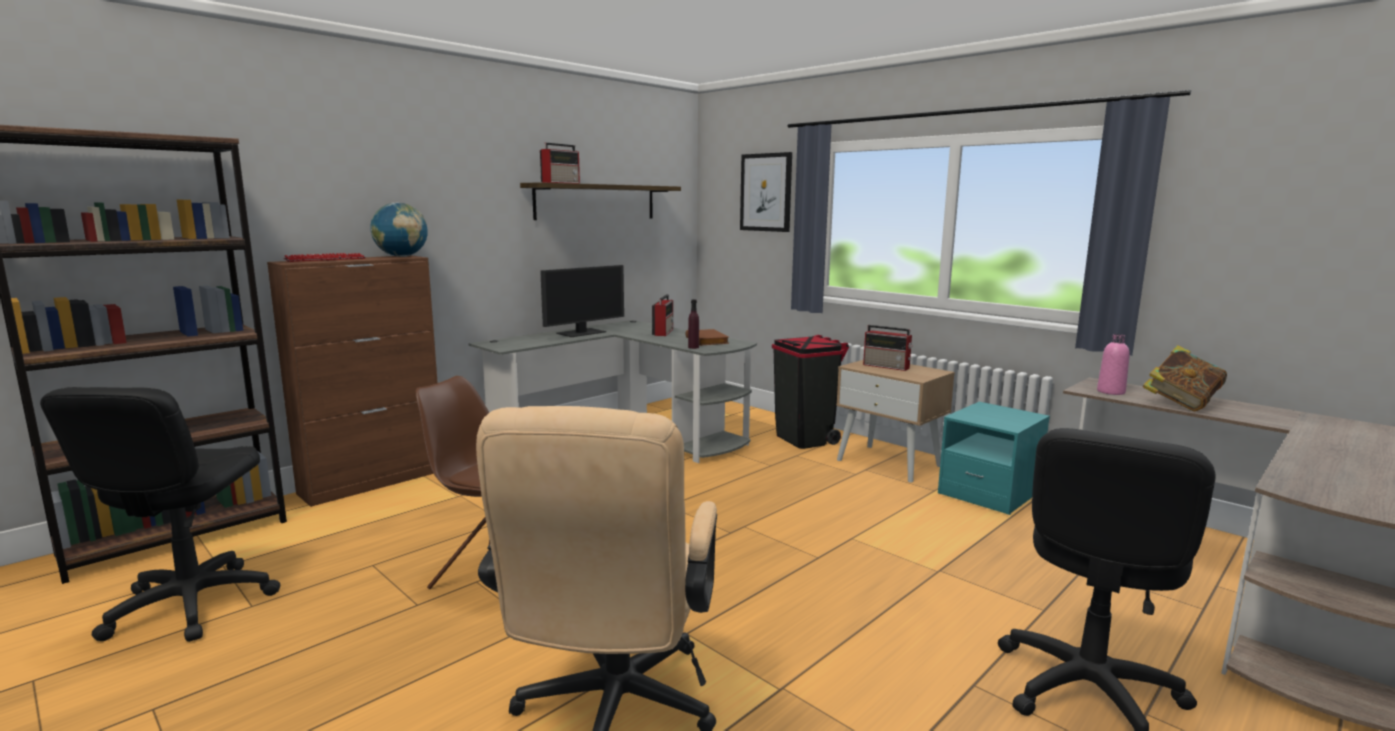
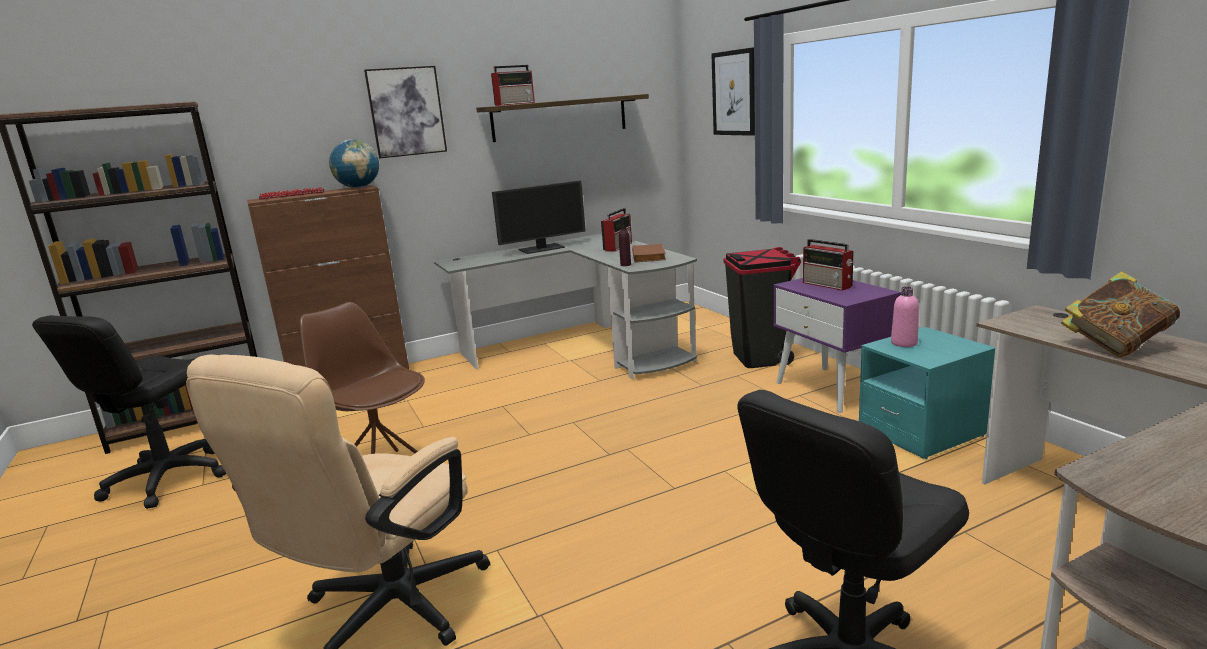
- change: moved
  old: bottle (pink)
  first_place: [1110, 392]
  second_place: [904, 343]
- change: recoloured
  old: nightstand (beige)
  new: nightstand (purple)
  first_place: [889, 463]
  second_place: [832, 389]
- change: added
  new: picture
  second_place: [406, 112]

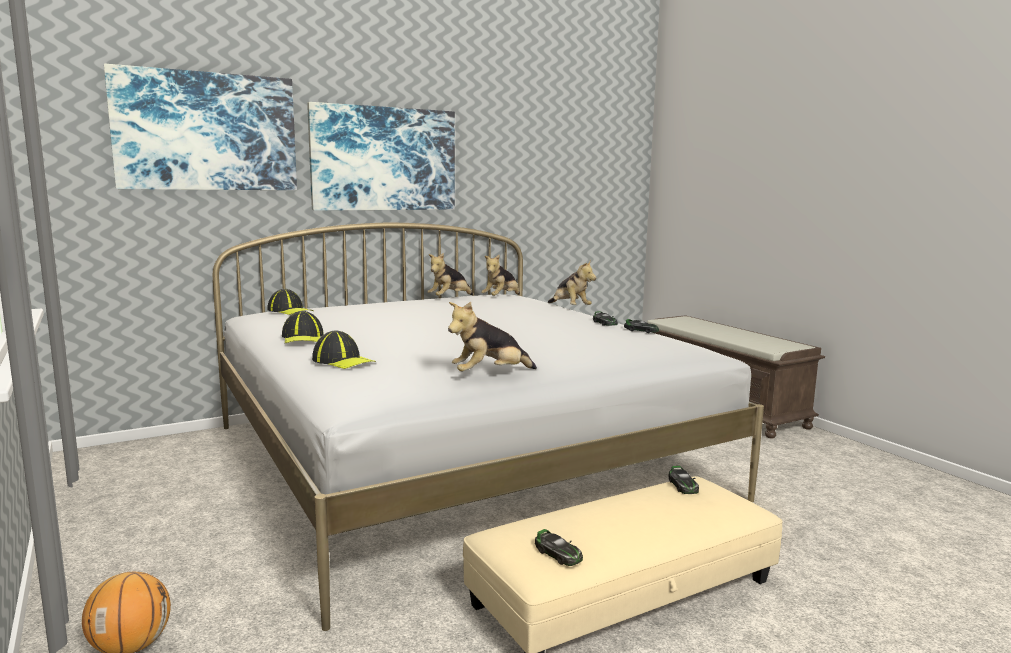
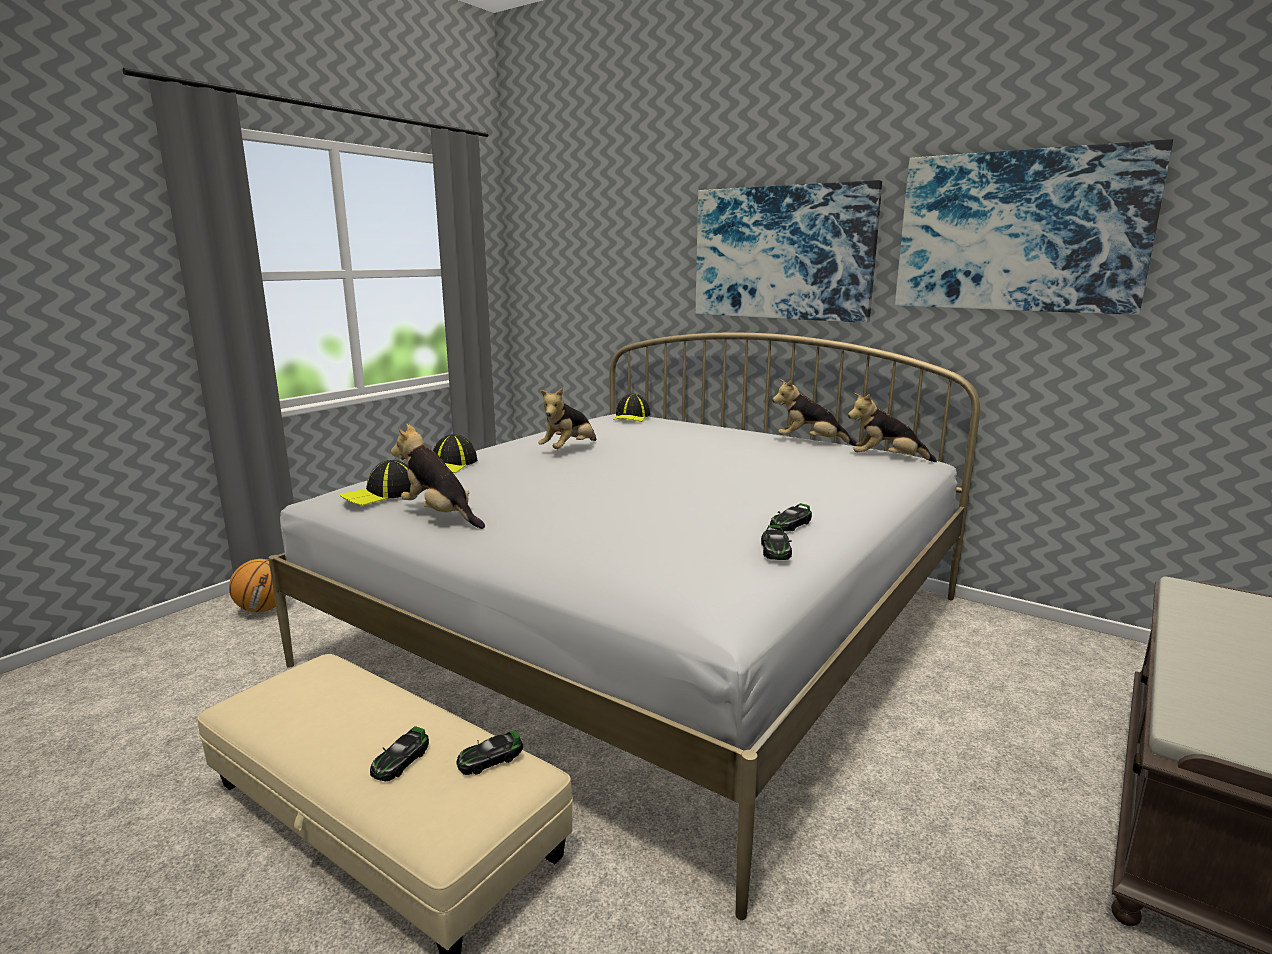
- change: moved
  old: picture
  first_place: [206, 132]
  second_place: [1019, 232]
- change: moved
  old: plush toy
  first_place: [569, 308]
  second_place: [569, 450]
- change: moved
  old: cap
  first_place: [303, 338]
  second_place: [382, 494]
- change: moved
  old: toy car
  first_place: [557, 554]
  second_place: [401, 760]

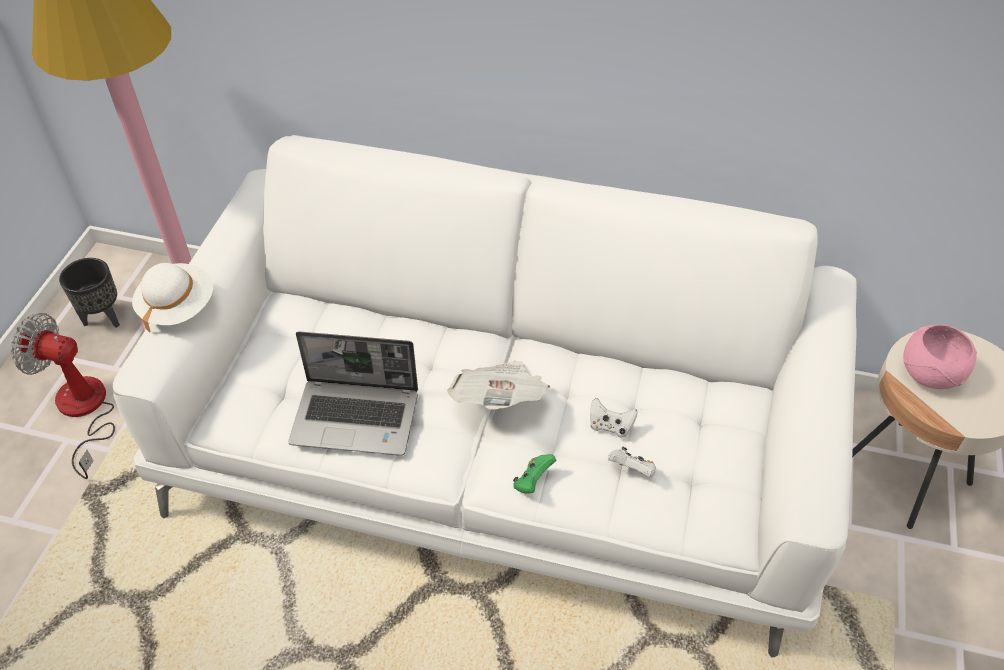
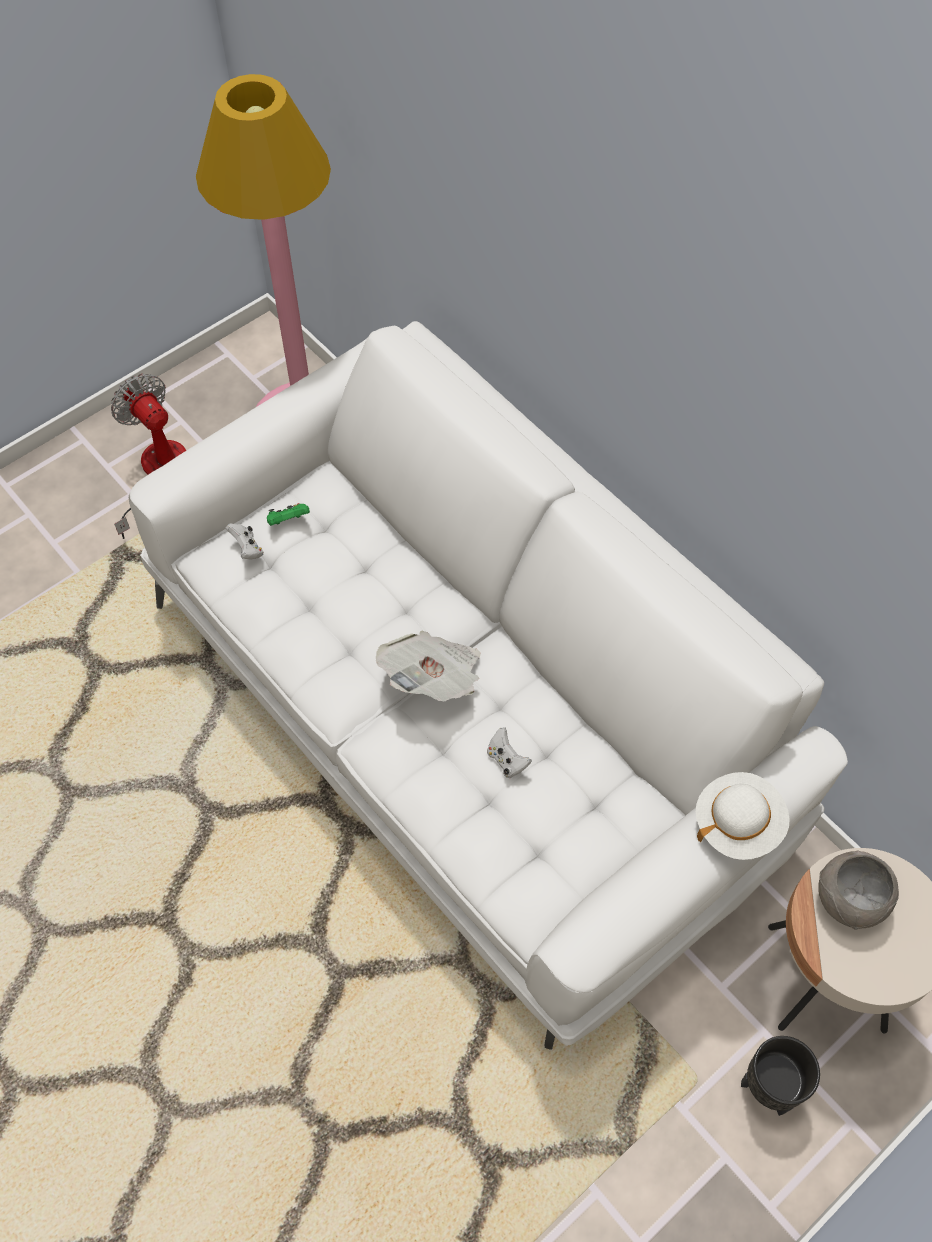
- change: moved
  old: planter (black)
  first_place: [104, 317]
  second_place: [769, 1087]
- change: moved
  old: hat (white)
  first_place: [177, 307]
  second_place: [737, 823]
- change: recoloured
  old: bowl (pink)
  new: bowl (grey)
  first_place: [929, 374]
  second_place: [848, 900]
- change: removed
  old: laptop
  first_place: [357, 417]
- change: moved
  old: game controller (white)
  first_place: [632, 470]
  second_place: [247, 549]
- change: moved
  old: game controller (green)
  first_place: [532, 481]
  second_place: [288, 521]

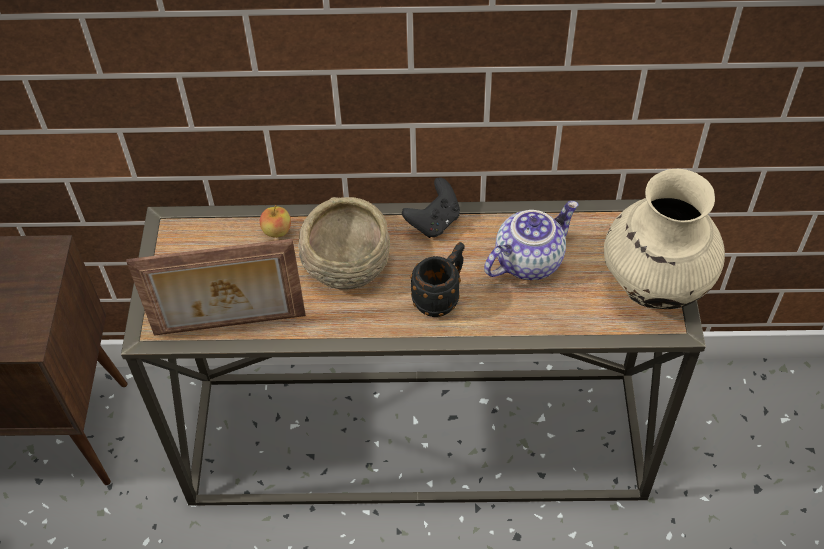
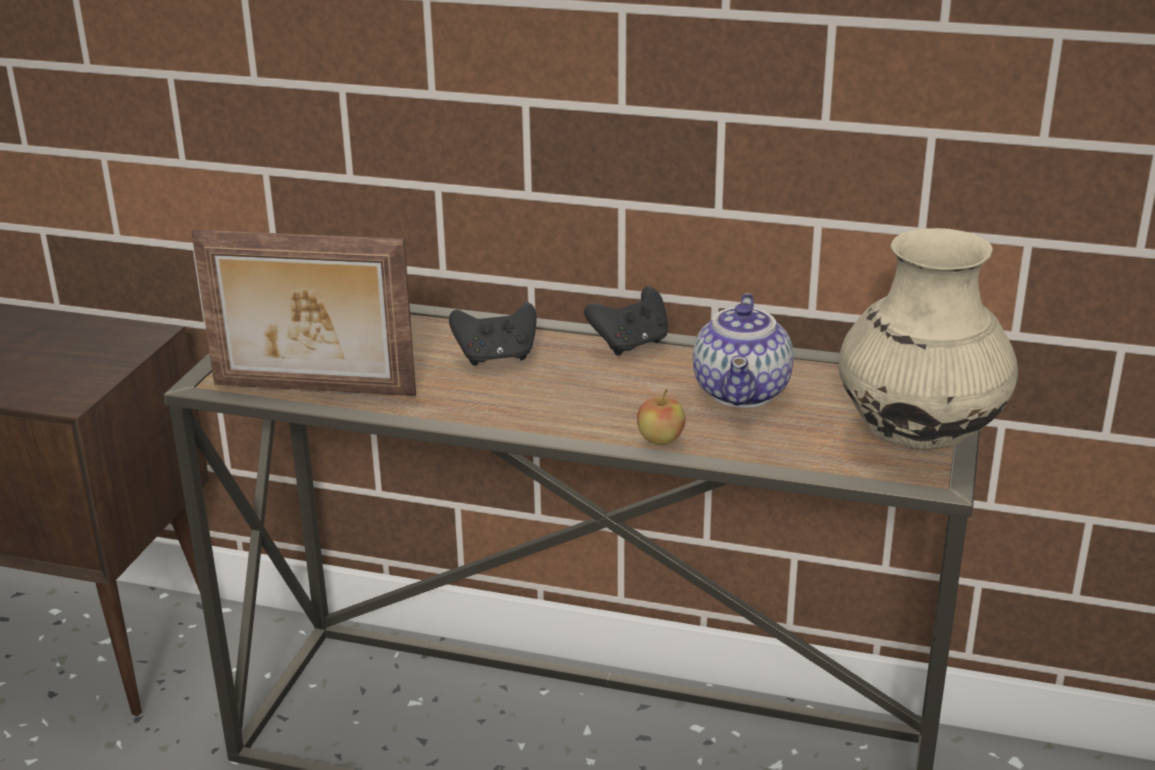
- change: replaced
  old: bowl (beige)
  new: game controller (black)
  first_place: [345, 258]
  second_place: [496, 357]
- change: turned
  old: teapot
  first_place: [528, 260]
  second_place: [743, 393]
  degrees: 120
- change: moved
  old: apple
  first_place: [277, 231]
  second_place: [660, 440]
- change: removed
  old: mug (black)
  first_place: [441, 297]

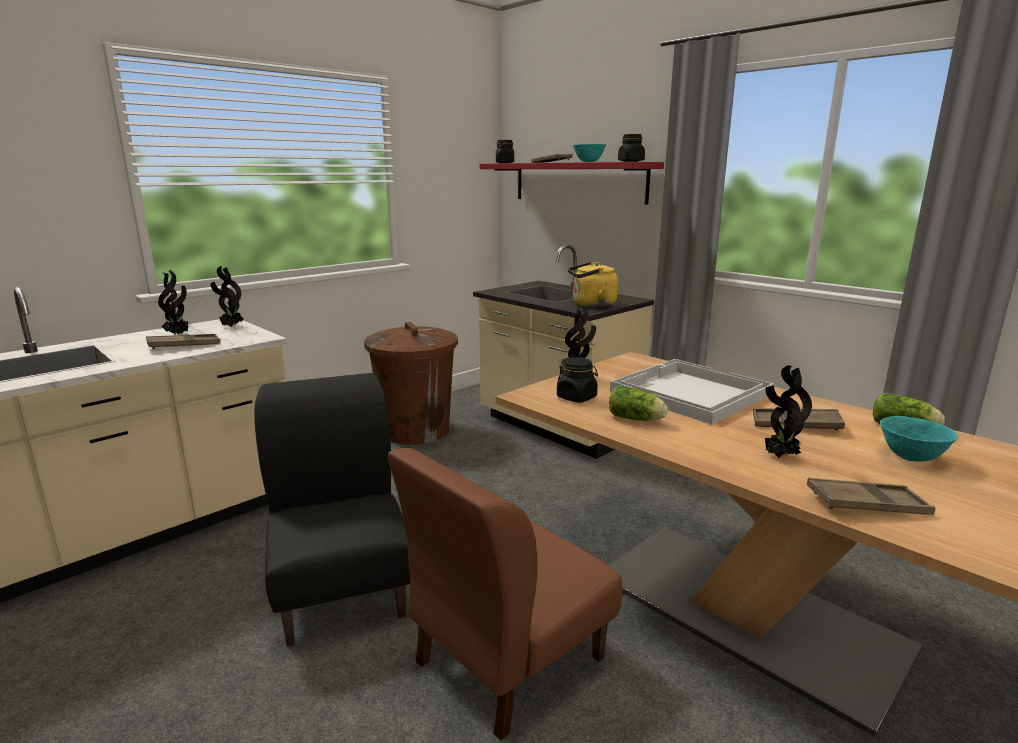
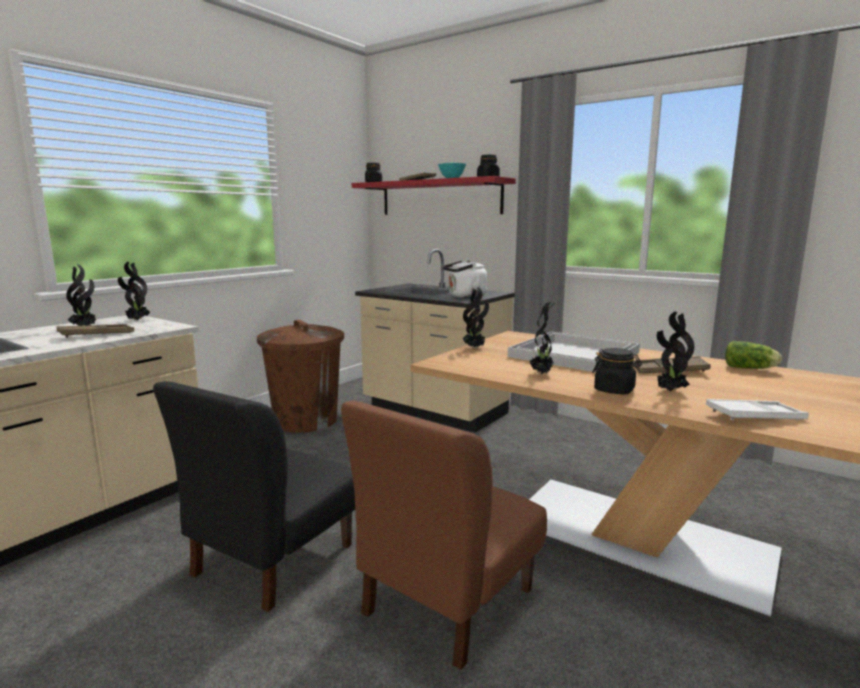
- change: recoloured
  old: kettle (yellow)
  new: kettle (white)
  first_place: [591, 305]
  second_place: [465, 297]
- change: moved
  old: jar (black)
  first_place: [577, 397]
  second_place: [614, 390]
- change: turned
  old: chair (black)
  first_place: [343, 589]
  second_place: [272, 559]
  degrees: -120
- change: replaced
  old: lettuce
  new: potted plant
  first_place: [637, 419]
  second_place: [542, 373]
- change: removed
  old: bowl (turquoise)
  first_place: [911, 457]
- change: recoloured
  old: tray (brown)
  new: tray (white)
  first_place: [867, 504]
  second_place: [755, 416]

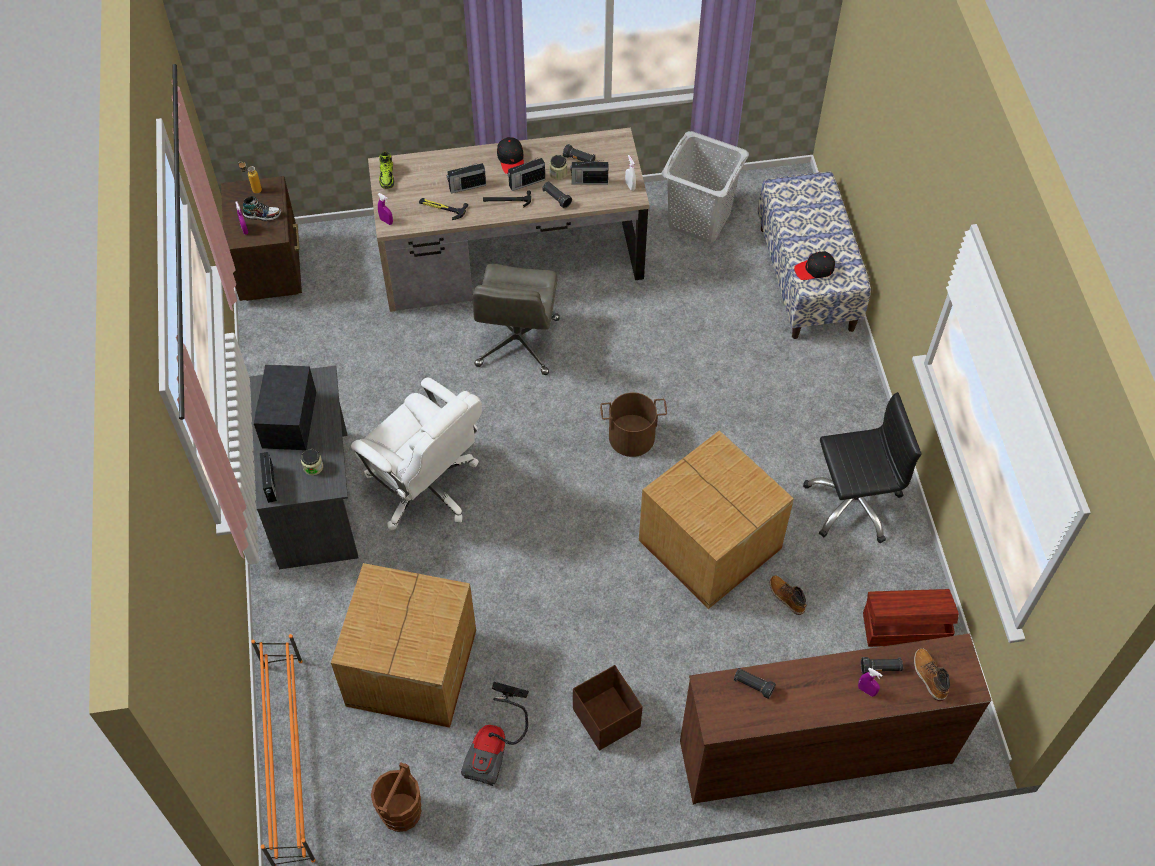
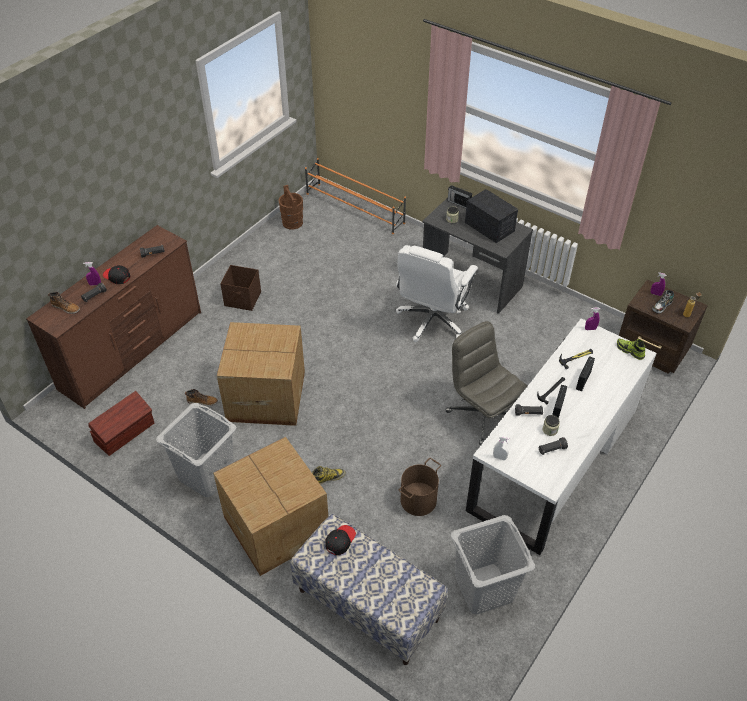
- change: recoloured
  old: desk (brown)
  new: desk (white)
  first_place: [511, 257]
  second_place: [553, 459]
- change: moved
  old: cap (black)
  first_place: [511, 159]
  second_place: [117, 277]
- change: removed
  old: radio
  first_place: [589, 181]
- change: turned
  old: office chair (white)
  first_place: [425, 487]
  second_place: [432, 320]
  degrees: -60
- change: moved
  old: bucket (brown)
  first_place: [631, 437]
  second_place: [418, 500]
- change: replaced
  old: office chair (black)
  new: laundry basket (grey)
  first_place: [852, 502]
  second_place: [206, 475]
- change: moved
  old: cardboard box
  first_place: [409, 669]
  second_place: [276, 525]
- change: removed
  old: vacuum cleaner
  first_place: [496, 745]
- change: added
  new: boot
  second_place: [328, 478]

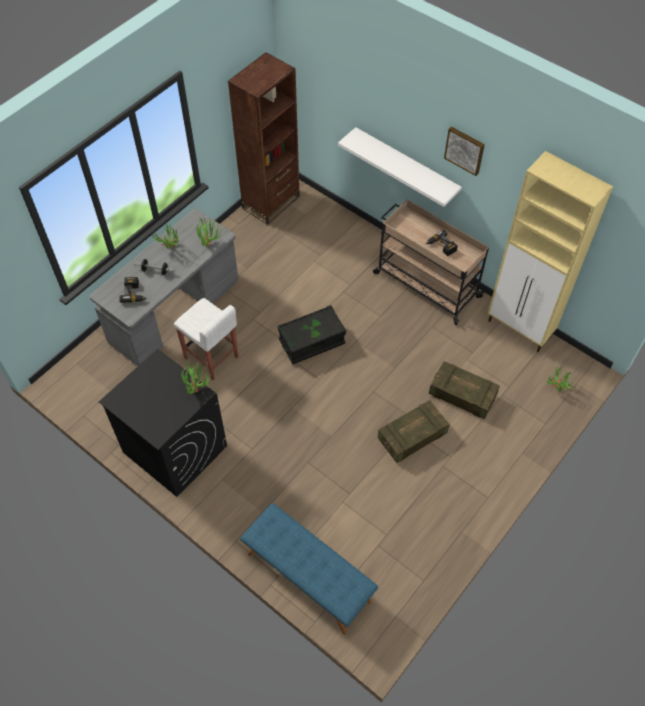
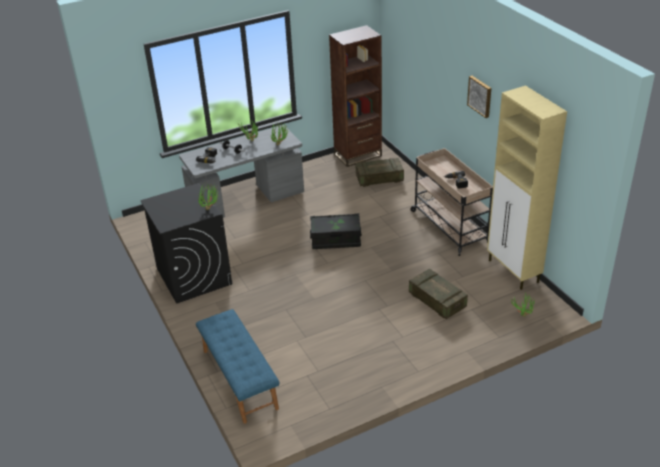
- change: removed
  old: shelf (white)
  first_place: [406, 165]
- change: removed
  old: stool (white)
  first_place: [212, 358]
- change: moved
  old: crate
  first_place: [412, 436]
  second_place: [379, 179]

